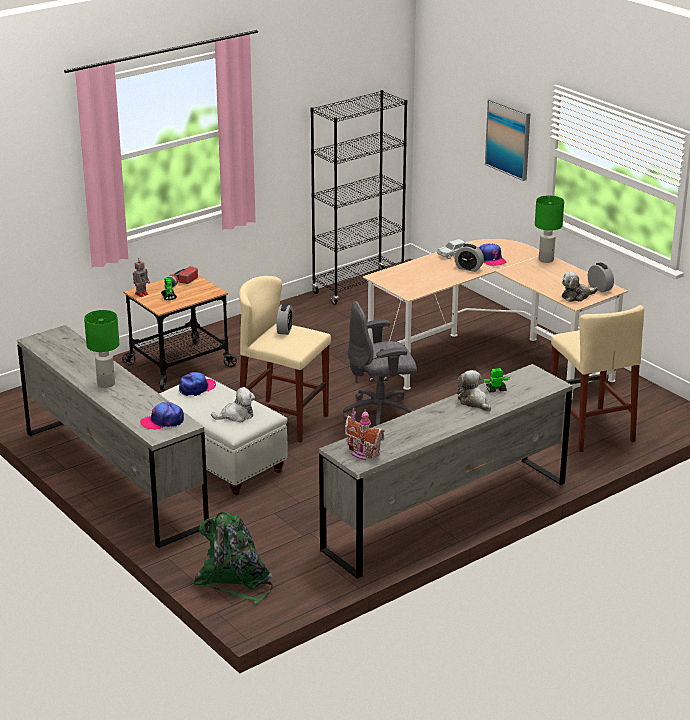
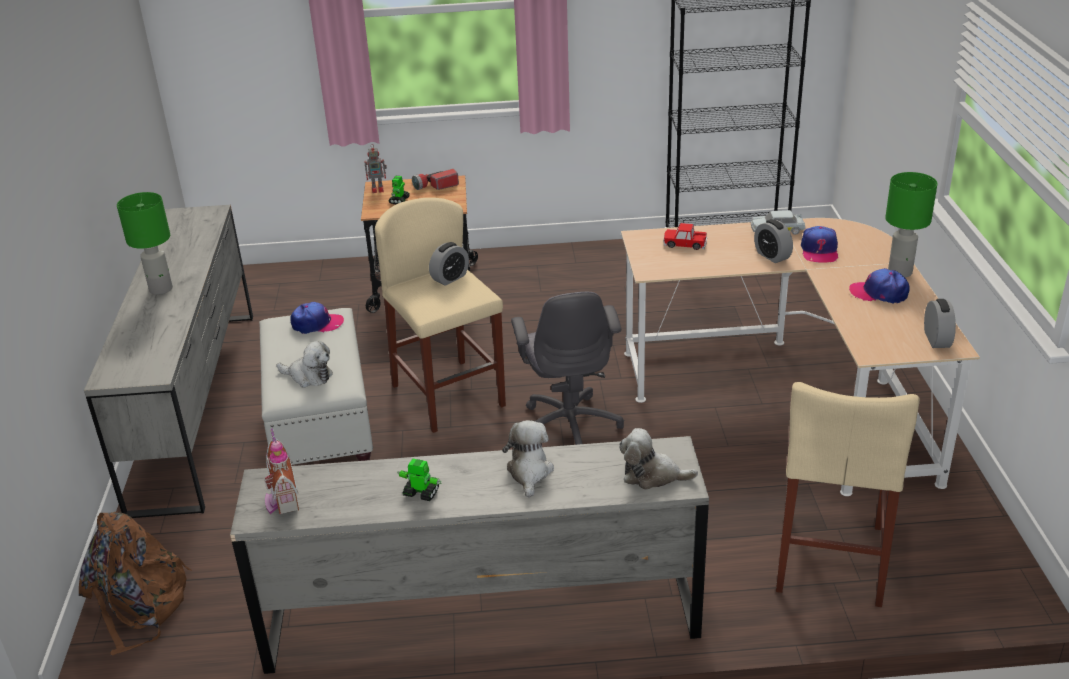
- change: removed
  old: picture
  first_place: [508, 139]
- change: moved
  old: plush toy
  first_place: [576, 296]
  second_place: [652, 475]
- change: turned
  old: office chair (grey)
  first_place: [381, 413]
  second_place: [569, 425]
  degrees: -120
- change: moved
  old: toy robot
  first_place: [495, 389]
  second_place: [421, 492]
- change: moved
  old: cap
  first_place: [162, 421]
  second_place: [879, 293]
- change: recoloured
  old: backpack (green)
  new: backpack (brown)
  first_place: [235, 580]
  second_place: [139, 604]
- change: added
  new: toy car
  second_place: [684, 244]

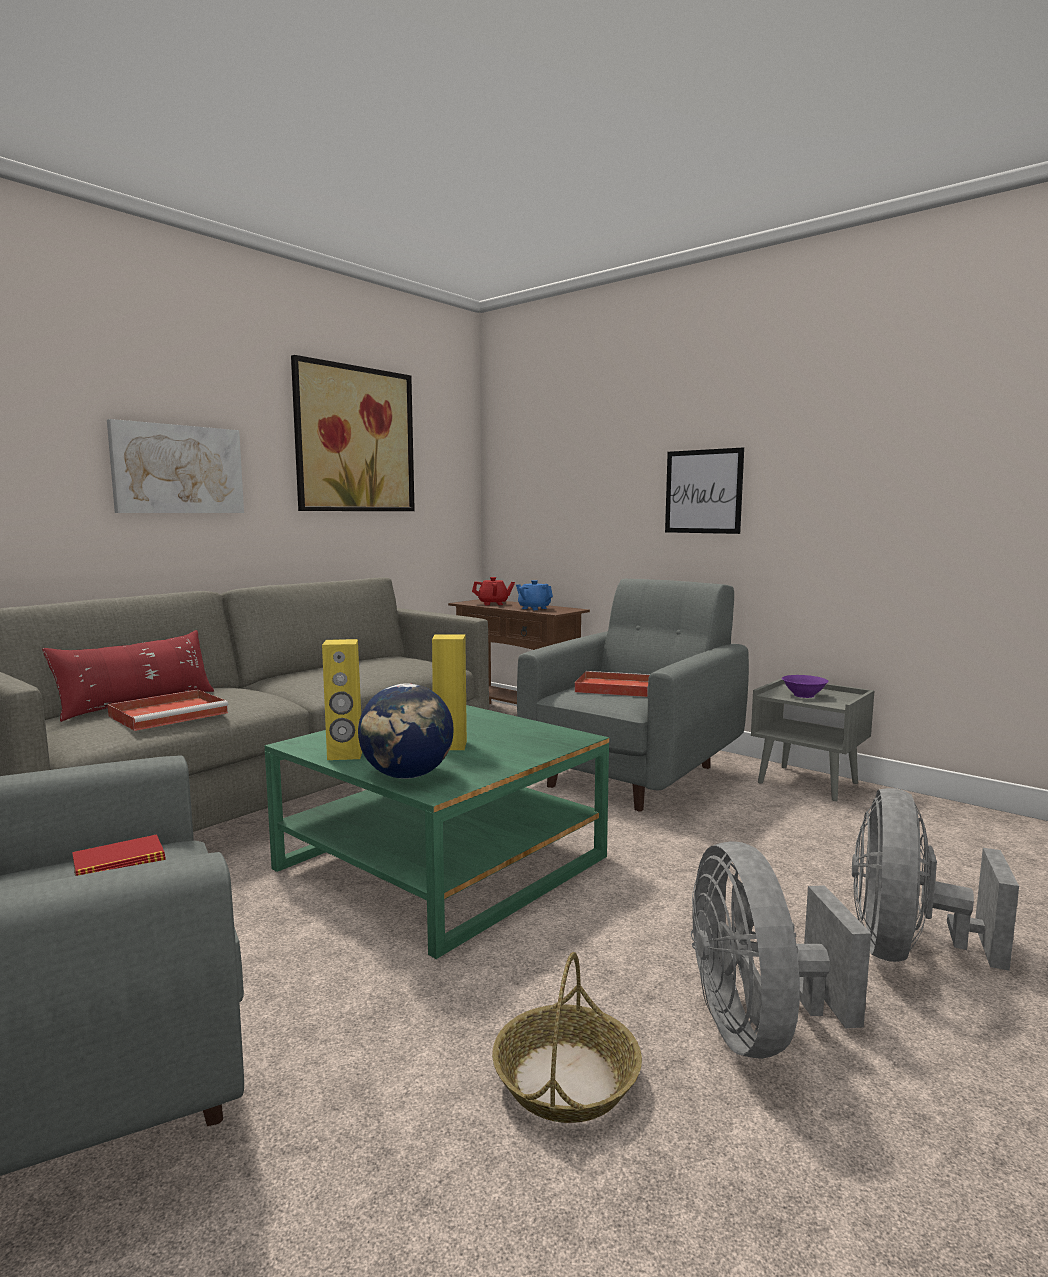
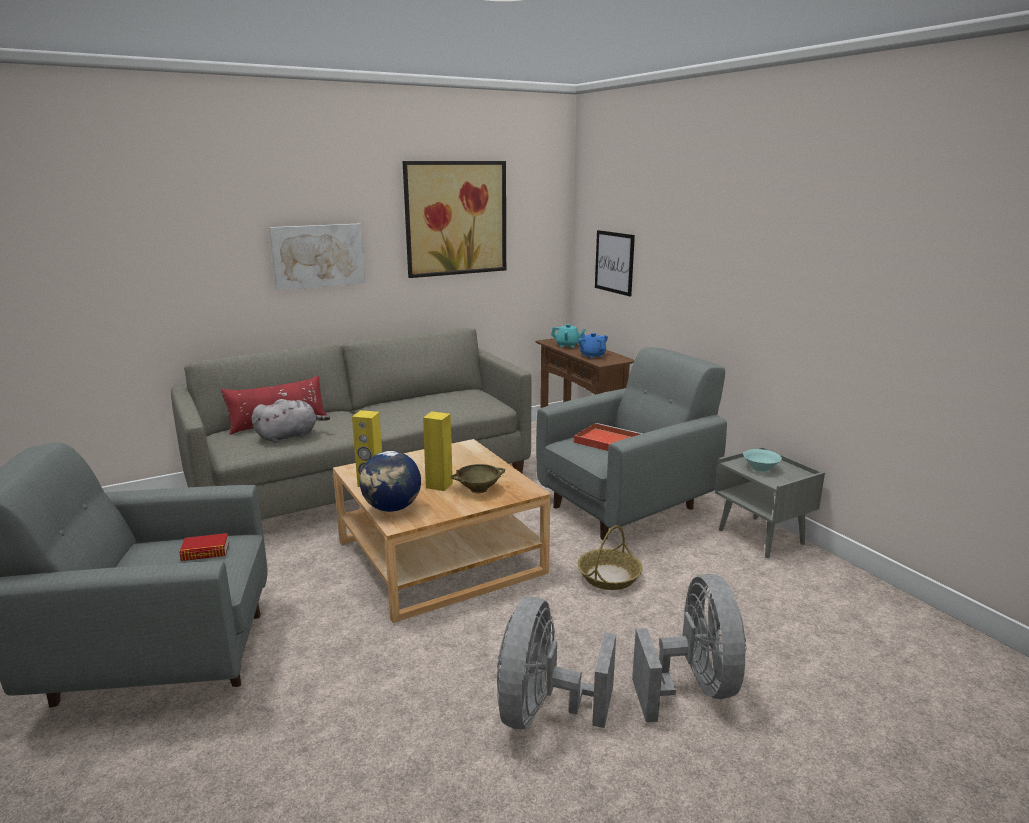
- change: moved
  old: picture
  first_place: [703, 491]
  second_place: [614, 262]
- change: recoloured
  old: teapot (red)
  new: teapot (turquoise)
  first_place: [493, 604]
  second_place: [568, 345]
- change: recoloured
  old: bowl (purple)
  new: bowl (turquoise)
  first_place: [803, 695]
  second_place: [760, 468]
- change: replaced
  old: tray (red)
  new: plush toy (grey)
  first_place: [170, 714]
  second_place: [289, 436]
- change: recoloured
  old: coffee table (green)
  new: coffee table (beige)
  first_place: [442, 862]
  second_place: [440, 556]
- change: turned
  old: fan (grey)
  first_place: [907, 950]
  second_place: [693, 687]
  degrees: 135
- change: moved
  old: basket
  first_place: [566, 1080]
  second_place: [609, 577]
- change: added
  new: bowl (beige)
  second_place: [478, 489]

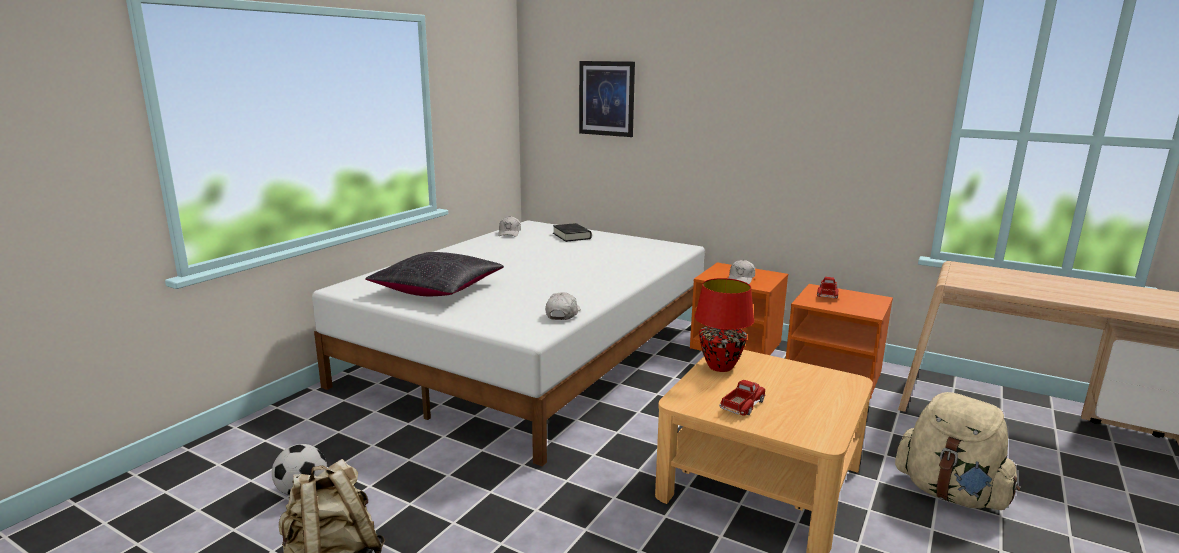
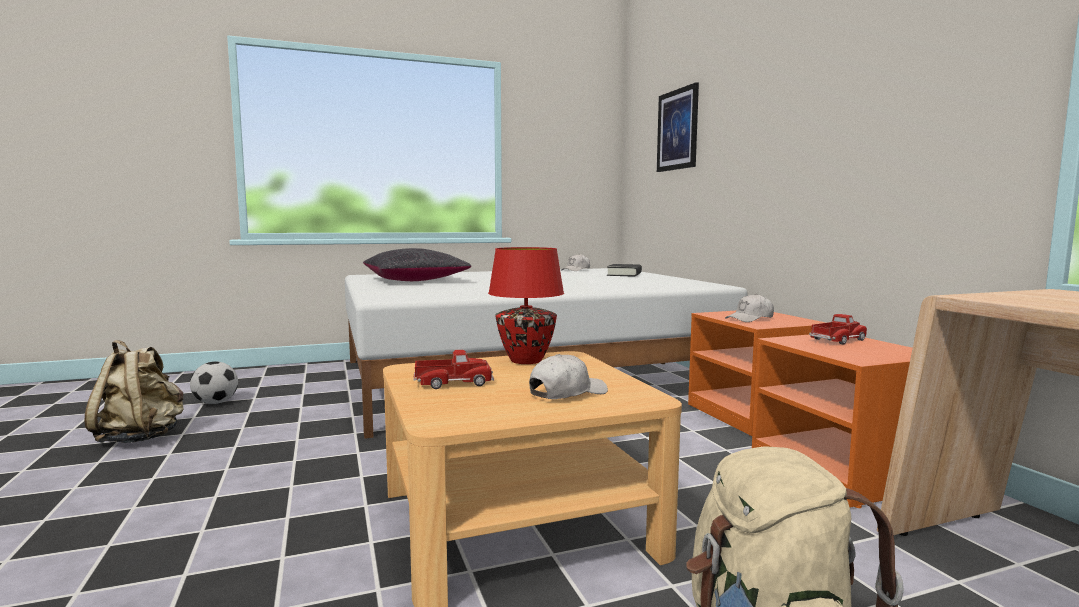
- change: moved
  old: cap (white)
  first_place: [563, 314]
  second_place: [567, 393]

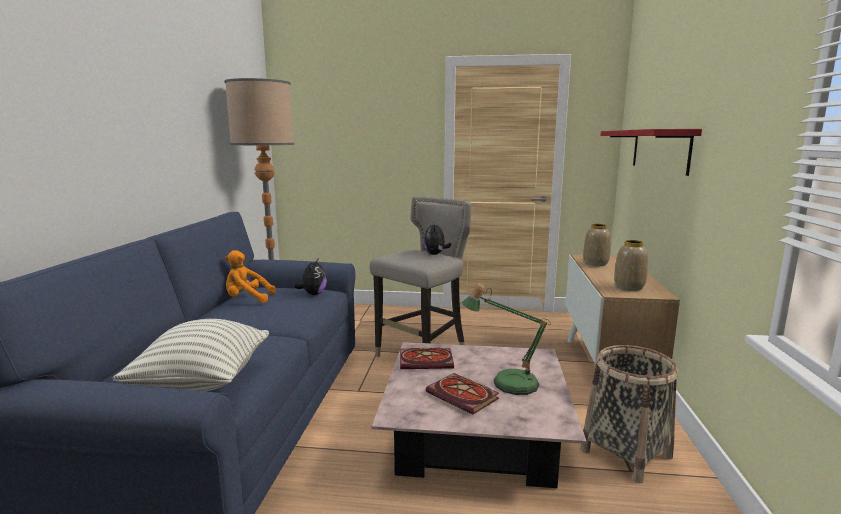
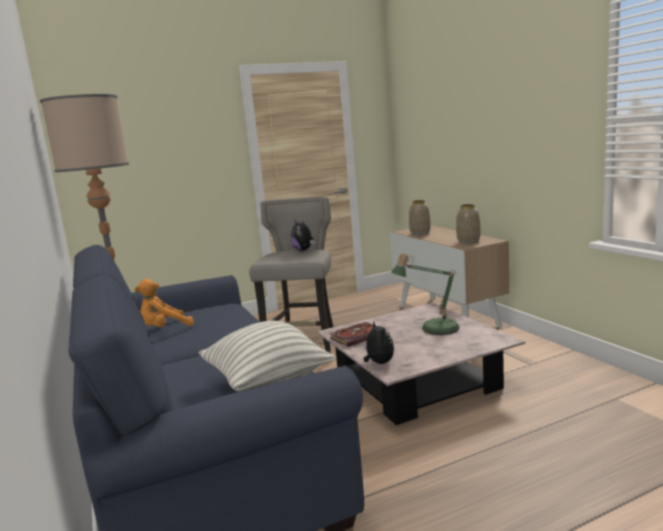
- change: removed
  old: shelf (red)
  first_place: [659, 150]
- change: moved
  old: plush toy
  first_place: [313, 294]
  second_place: [379, 363]
- change: removed
  old: basket
  first_place: [626, 454]
- change: removed
  old: book
  first_place: [464, 396]

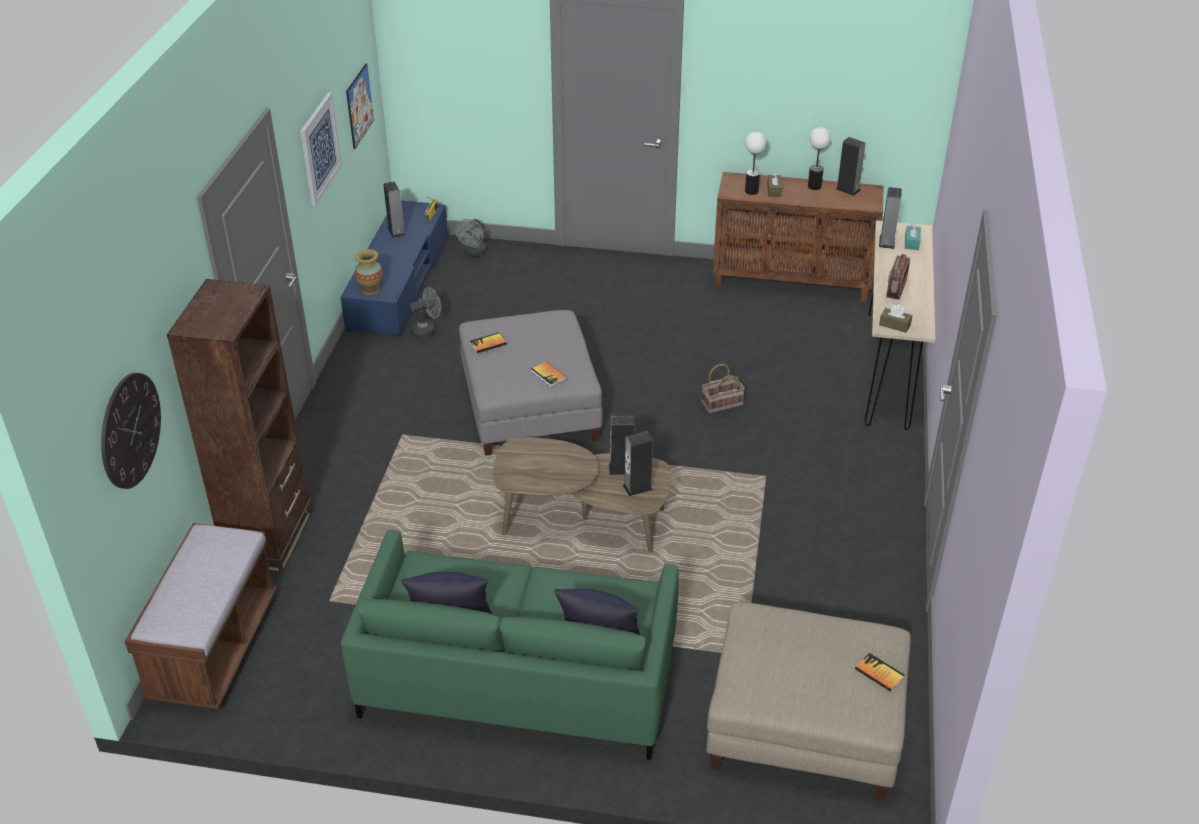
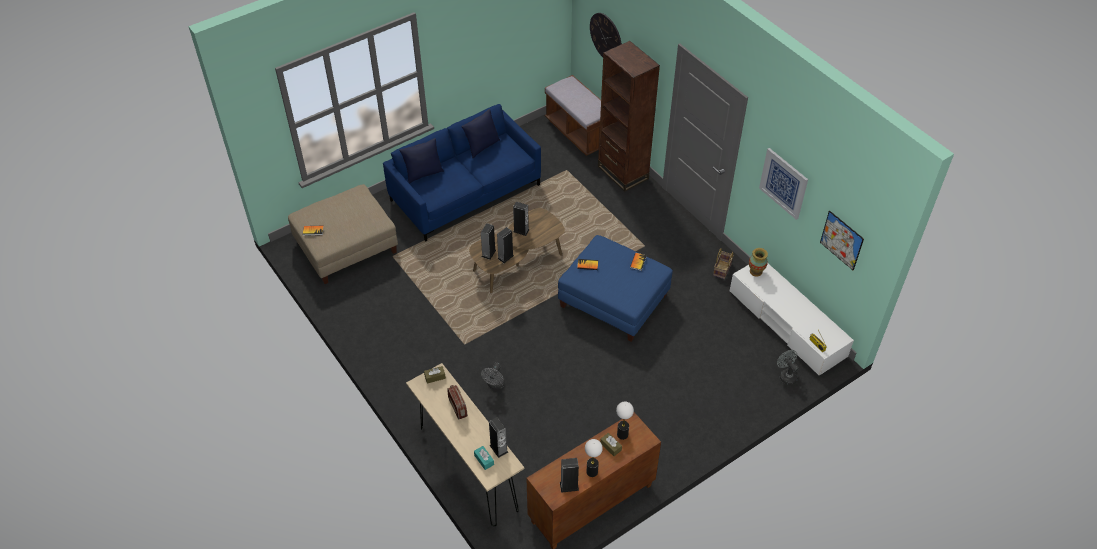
- change: moved
  old: speaker
  first_place: [396, 231]
  second_place: [521, 230]
- change: recoloured
  old: tv stand (blue)
  new: tv stand (white)
  first_place: [399, 282]
  second_place: [786, 324]
- change: moved
  old: fan (grey)
  first_place: [427, 330]
  second_place: [495, 385]
- change: recoloured
  old: ottoman (grey)
  new: ottoman (blue)
  first_place: [531, 407]
  second_place: [613, 301]
- change: moved
  old: basket
  first_place: [722, 403]
  second_place: [722, 270]
- change: recoloured
  old: sofa (green)
  new: sofa (blue)
  first_place: [518, 678]
  second_place: [465, 193]

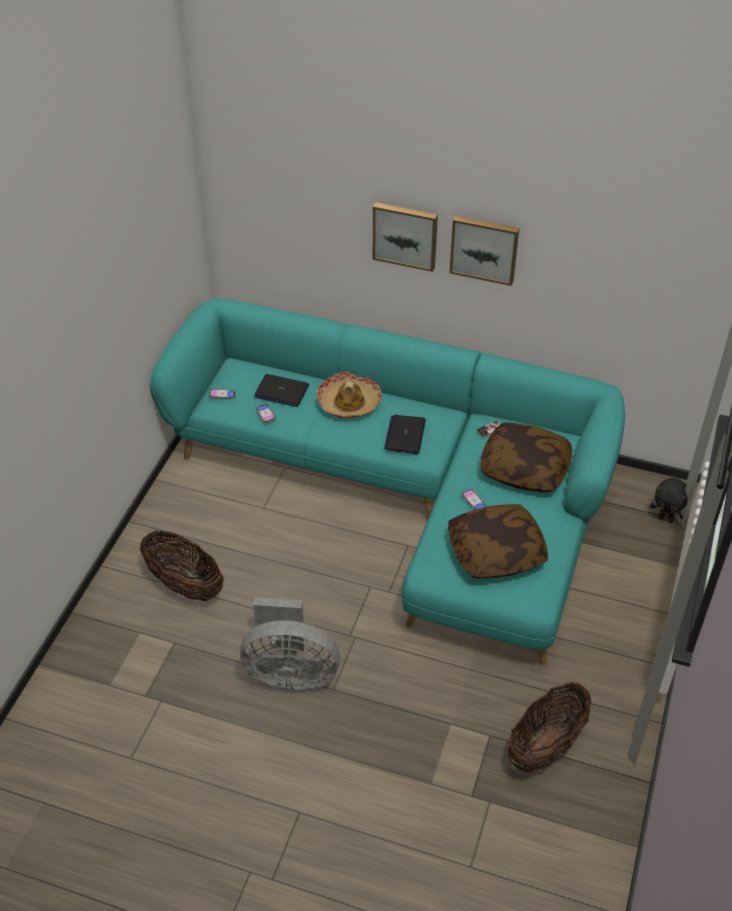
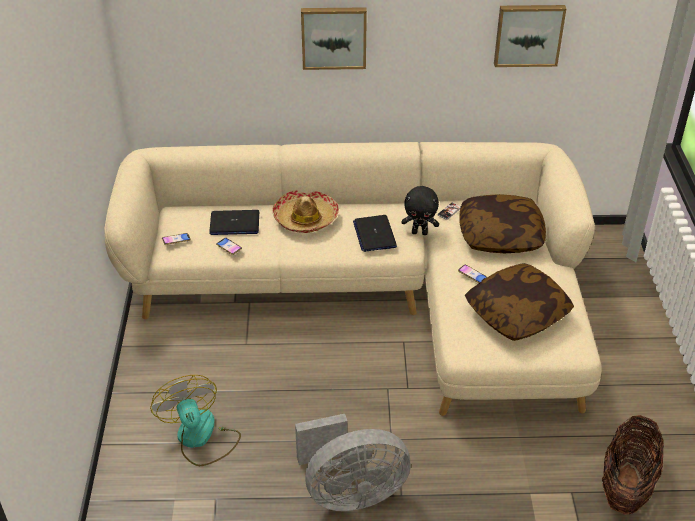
- change: moved
  old: picture
  first_place: [484, 248]
  second_place: [528, 34]
- change: recoloured
  old: sofa (turquoise)
  new: sofa (beige)
  first_place: [408, 493]
  second_place: [379, 295]
- change: moved
  old: plush toy (black)
  first_place: [666, 519]
  second_place: [420, 232]
- change: replaced
  old: basket
  new: fan
  first_place: [185, 584]
  second_place: [200, 438]

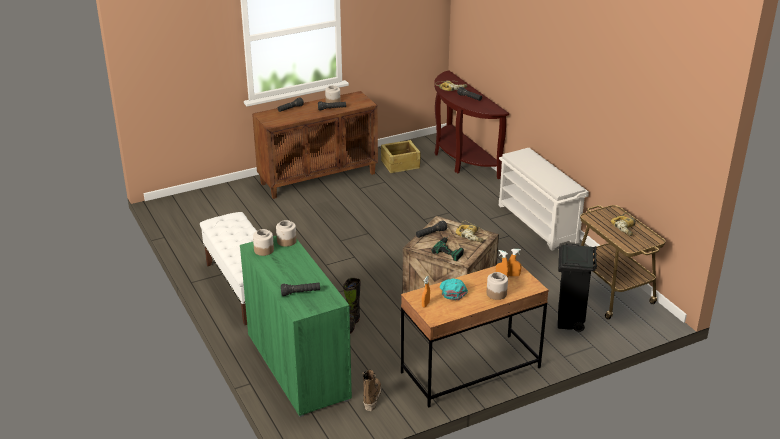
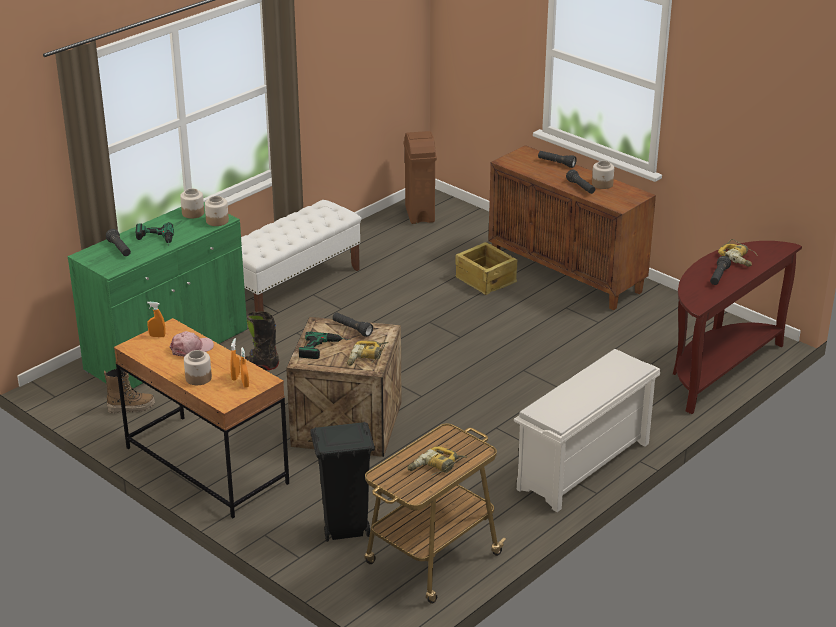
- change: moved
  old: crate
  first_place: [400, 164]
  second_place: [485, 279]
- change: recoloured
  old: cap (turquoise)
  new: cap (pink)
  first_place: [452, 291]
  second_place: [191, 348]
- change: added
  new: trash can (brown)
  second_place: [420, 214]
- change: added
  new: power drill
  second_place: [155, 240]

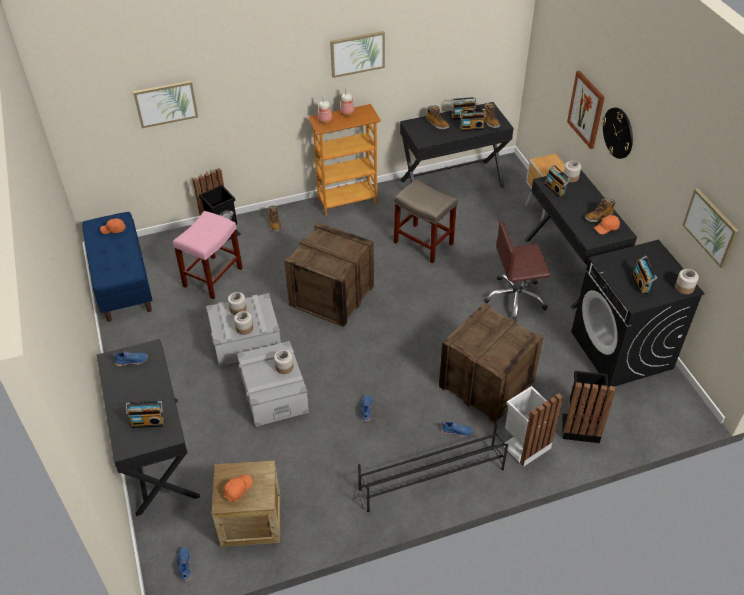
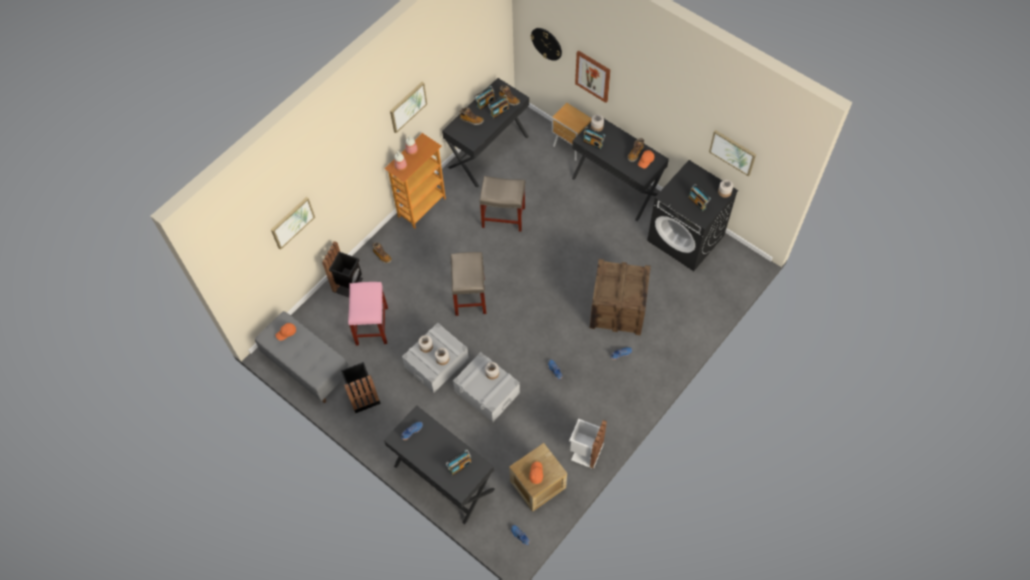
- change: moved
  old: wall clock
  first_place: [618, 133]
  second_place: [546, 43]
- change: recoloured
  old: bench (blue)
  new: bench (grey)
  first_place: [122, 282]
  second_place: [307, 366]
- change: removed
  old: office chair (brown)
  first_place: [515, 299]
- change: replaced
  old: crate
  new: stool (beige)
  first_place: [331, 296]
  second_place: [469, 296]
- change: moved
  old: trash can (black)
  first_place: [580, 426]
  second_place: [363, 397]
- change: moved
  old: trash can (white)
  first_place: [524, 445]
  second_place: [585, 452]
- change: removed
  old: shoe rack (black)
  first_place: [431, 479]

